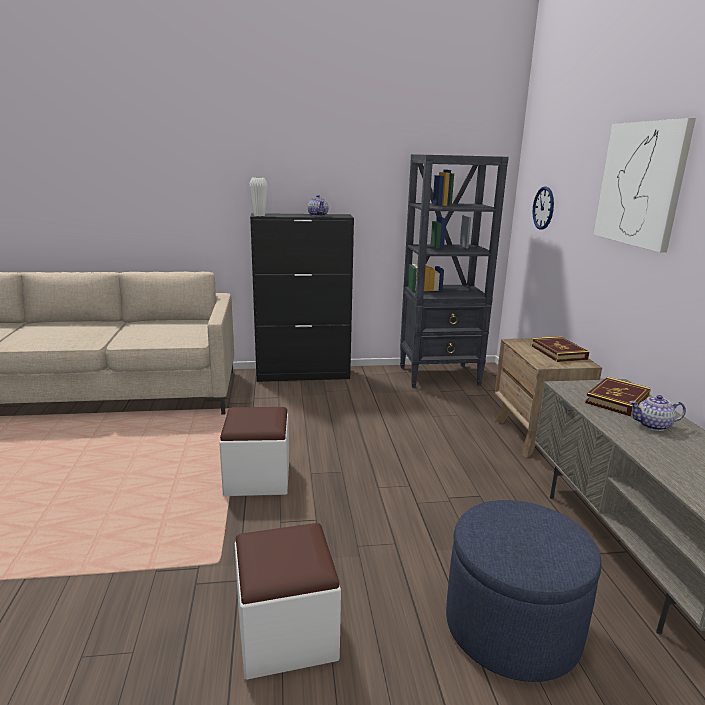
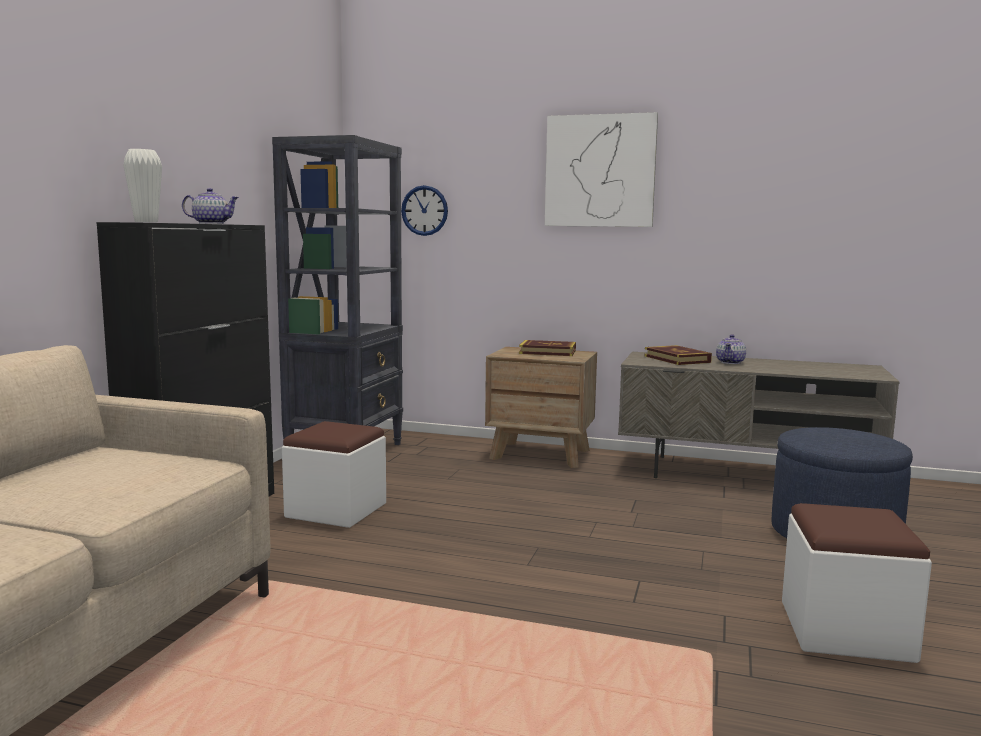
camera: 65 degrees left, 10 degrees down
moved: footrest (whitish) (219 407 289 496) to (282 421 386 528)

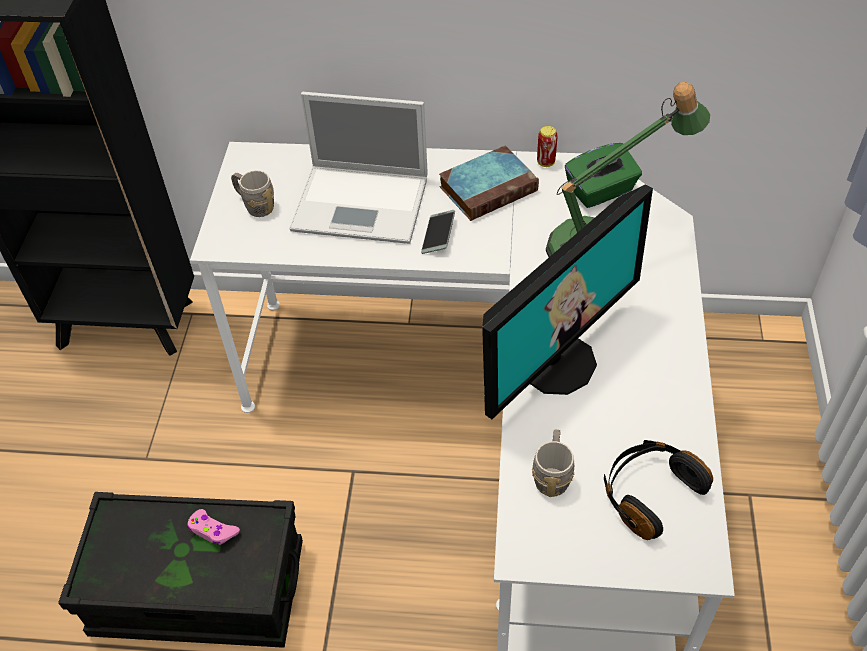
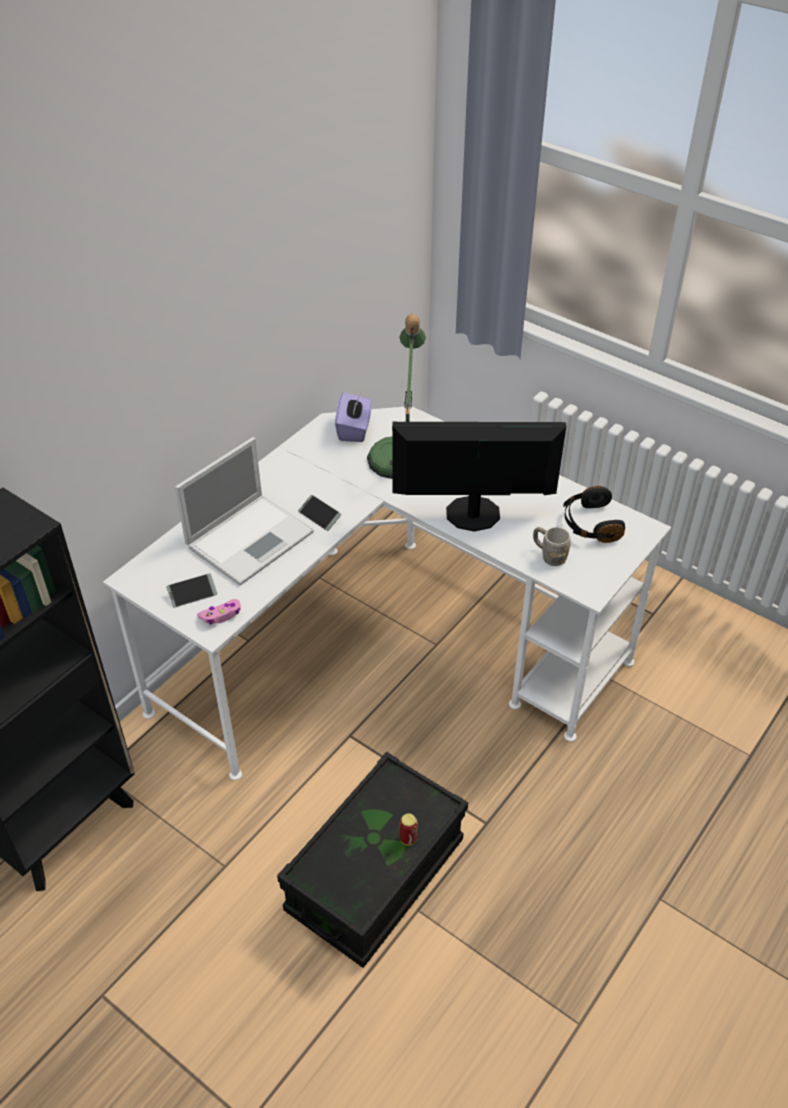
camera: 60 degrees left, 5 degrees down
removed: bound book (439 146 539 221)
moved: can (537 126 558 167) to (400 813 418 846); game controller (pink) (187 509 240 545) to (197 599 241 624)
replaced: tea mug (grey) (231 170 274 217) to telephone (166 573 217 607)
recoloured: tissue holder (green) (565 143 642 208) to tissue holder (purple-coloured) (335 392 372 442)
turned: computer display (482 184 653 419) = (392 422 566 532) 75 degrees counterclockwise

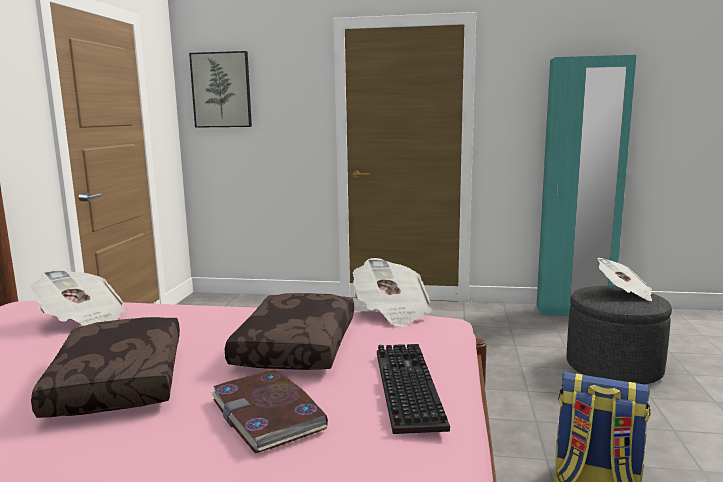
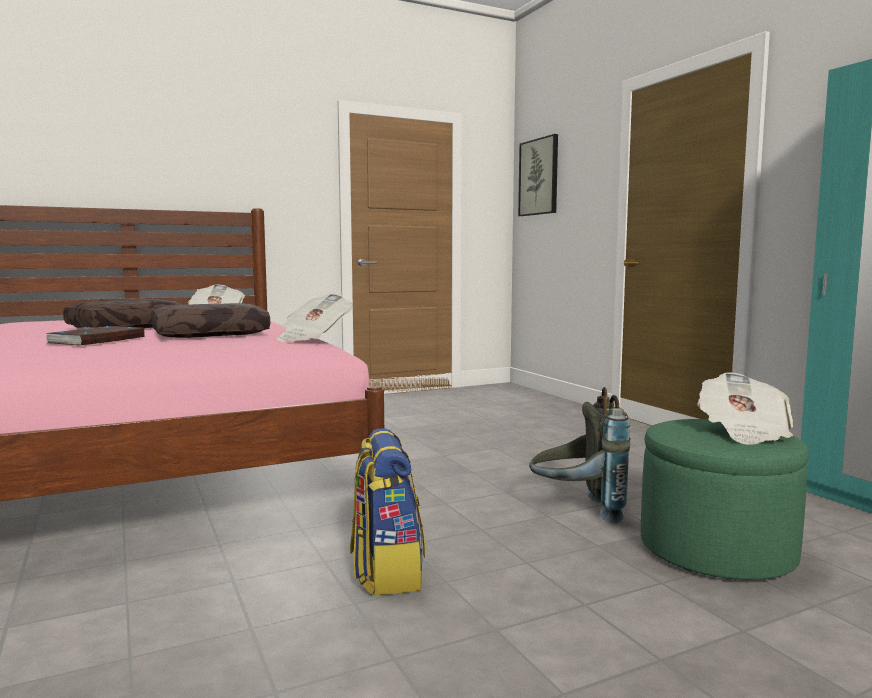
camera: 55 degrees right, 5 degrees down
removed: PC keyboard (377 344 450 434)
added: backpack (grey) (529 387 630 523)
recoloured: footrest (grey) (567 286 672 384) to footrest (green) (641 419 809 580)

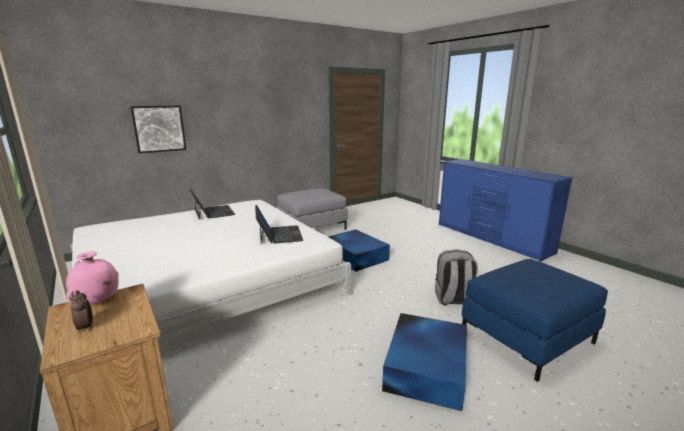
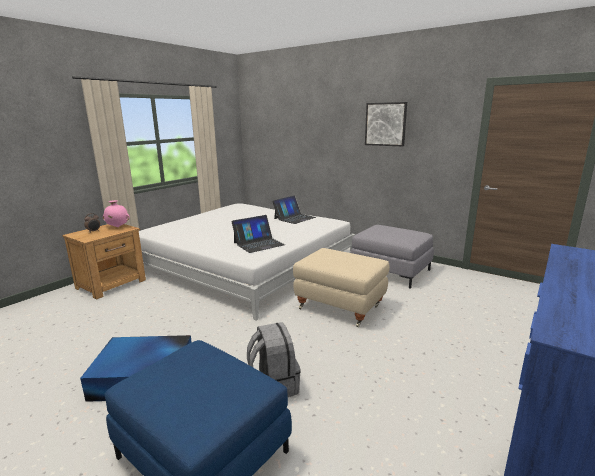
camera: 70 degrees right, 0 degrees up
moved: picture (130 106 186 153) to (365 102 407 147)
replaced: storage box (blue-coloured) (328 229 390 272) to footrest (beige) (293 248 389 327)

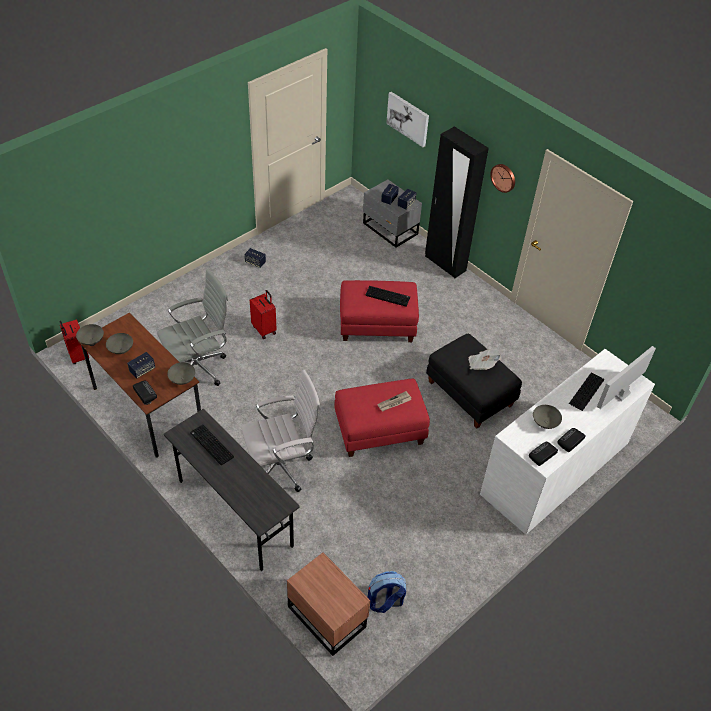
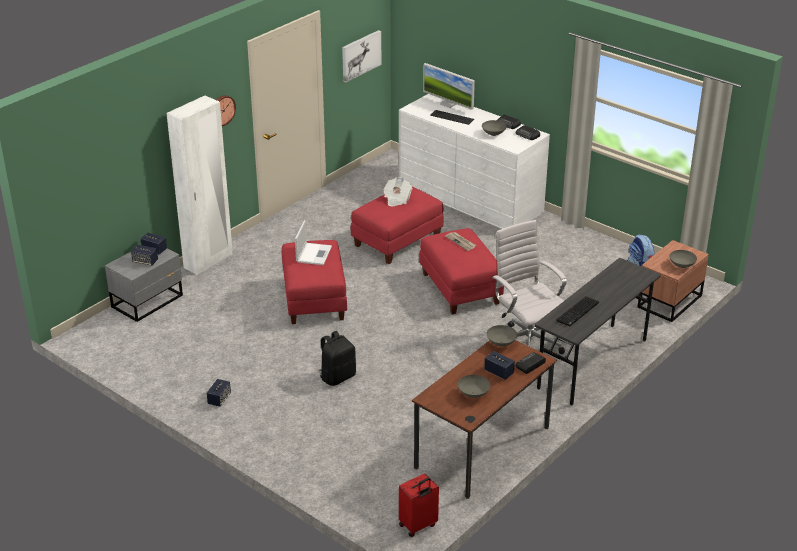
camera: 95 degrees left, 15 degrees down
removed: desk chair (grey) (157 269 228 386)
moved: picture (386 92 429 147) to (342 30 381 82); serving bowl (grey) (76 324 104 345) to (669 250 697 268)
replaced: PC keyboard (365 286 410 307) to portable computer (295 220 332 265); suitcase (red) (250 290 277 339) to backpack (blackish) (319 331 356 386)
recoloured: clothes cupboard (blackish) (425 126 489 278) to clothes cupboard (whitish) (166 96 232 275); footrest (blackish) (426 334 522 428) to footrest (red) (351 187 444 264)

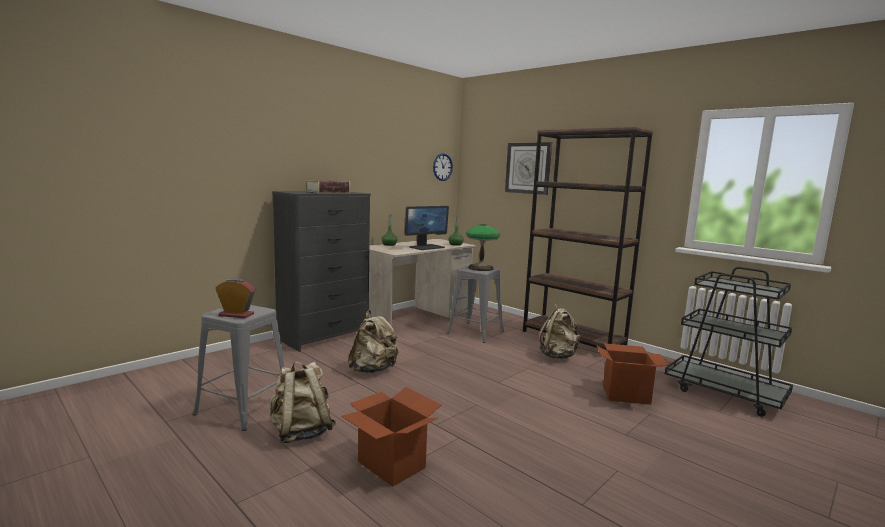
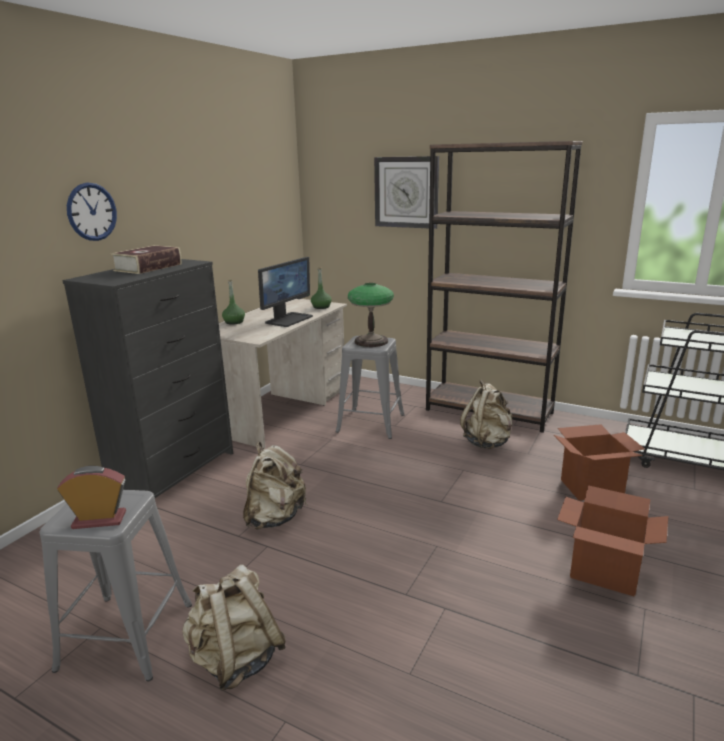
camera: 15 degrees left, 10 degrees up
moved: hanging clock (433 153 453 181) to (67 183 117 241); packing box (341 387 442 487) to (557 485 668 596)

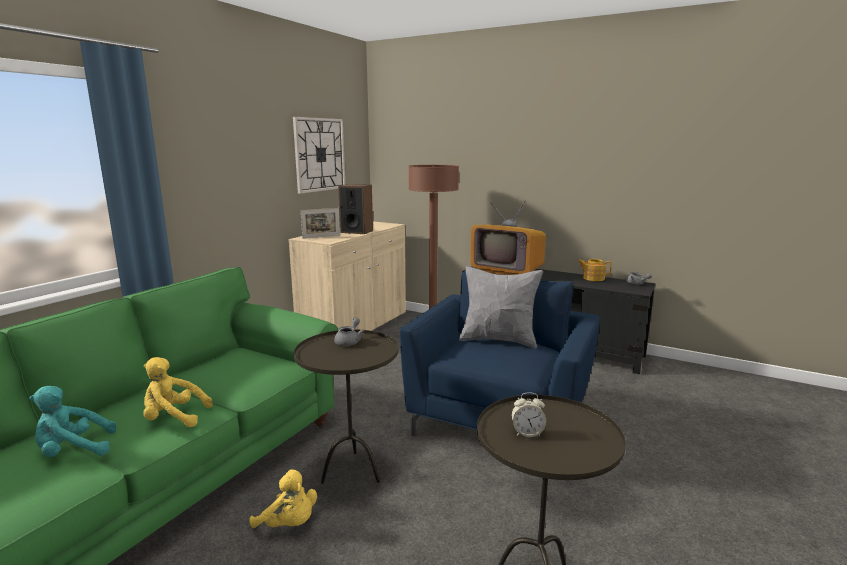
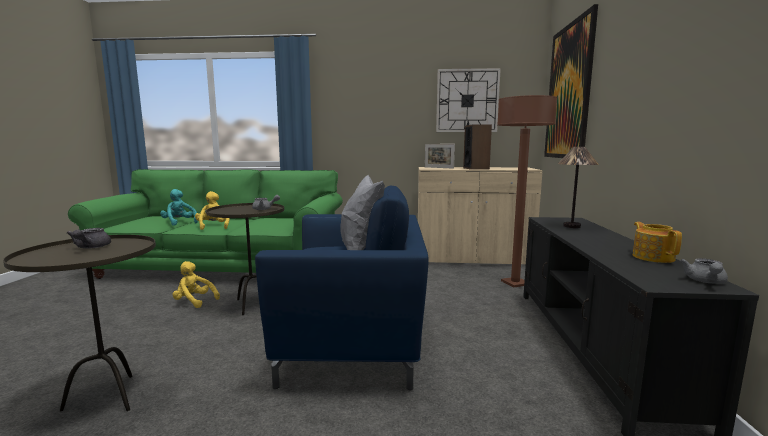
camera: 65 degrees right, 5 degrees down
added: picture (544 4 598 158)
replaced: TV (470 200 546 275) to tabletop lamp (558 147 599 228); bedside clock (512 392 546 437) to teapot (grey) (67 228 111 249)
turned: soft toy (yellow-coloured) (249 469 317 528) = (172 261 220 308) 105 degrees clockwise

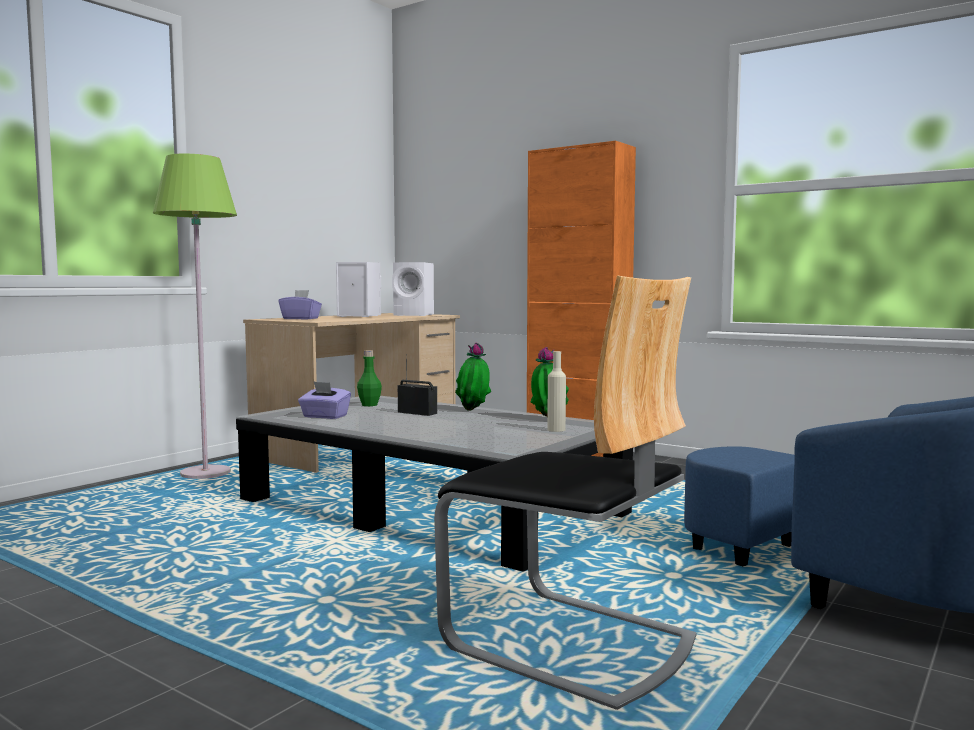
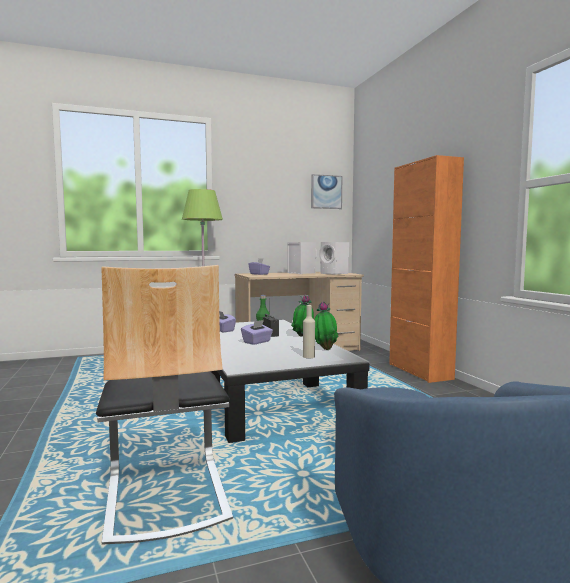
camera: 35 degrees right, 0 degrees up
added: picture (311 174 342 209); tissue holder (purple-coloured) (241 320 273 345)

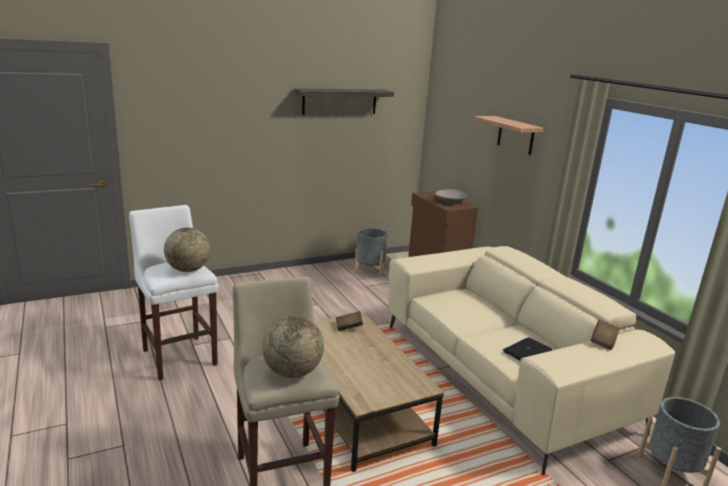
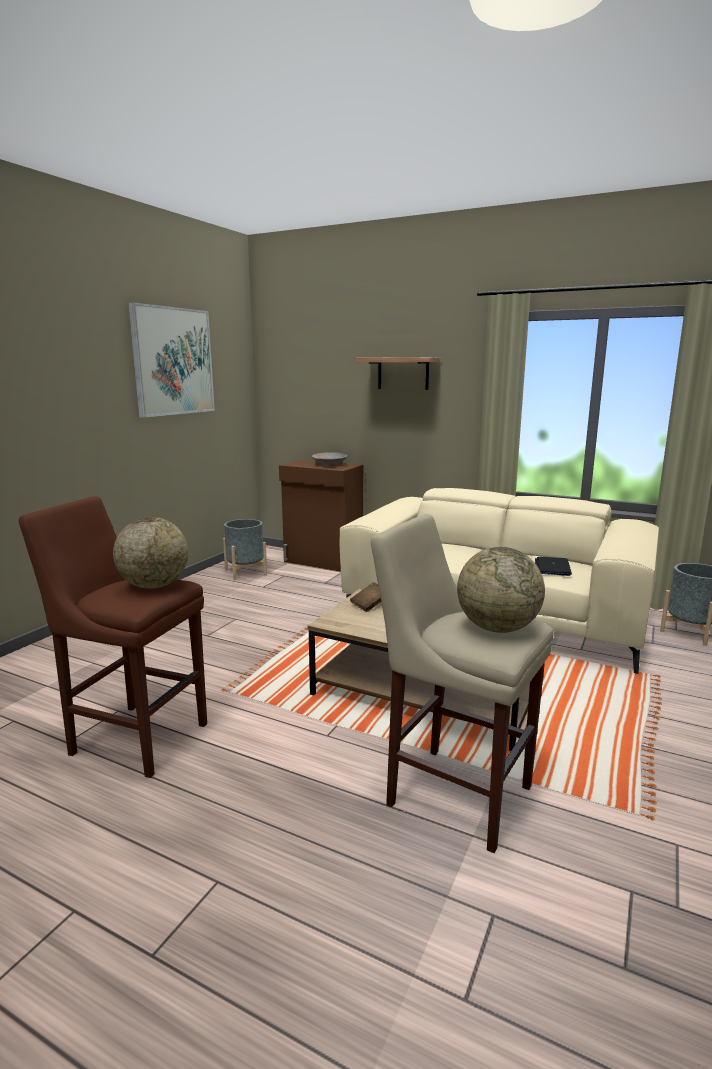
camera: 35 degrees left, 5 degrees down
removed: bound book (brown-coloured) (591 320 620 350)
replaced: wall shelf (294 89 394 115) to picture (128 302 215 418)
recoloured: stool seat (whitish) (129 205 218 381) to stool seat (brown-coloured) (19 496 207 778)

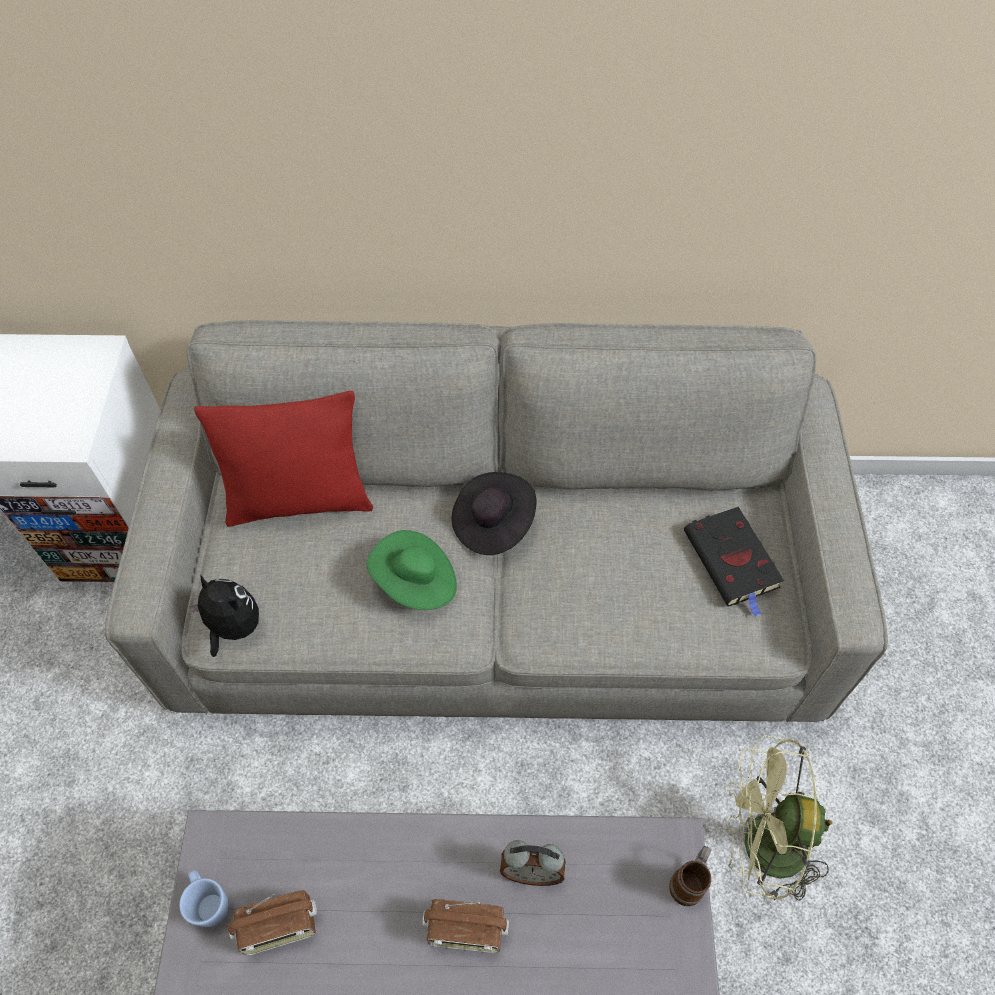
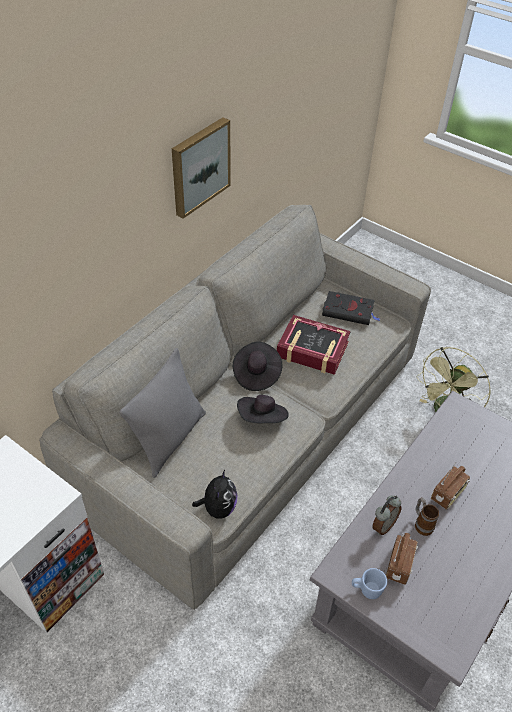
camera: 55 degrees left, 10 degrees down
added: picture (172 117 231 219); bound book (277 315 351 375)
moved: bedside clock (500 840 566 886) to (372 495 401 535); tea mug (669 846 711 906) to (415 498 439 536)
recoloured: cushion (red) (194 391 373 527) to cushion (grey) (119 348 206 478); hat (green) (367 530 457 610) to hat (blackish) (237 395 289 423)
turned: soft toy (190 574 259 657) = (192 470 237 518) 120 degrees clockwise

